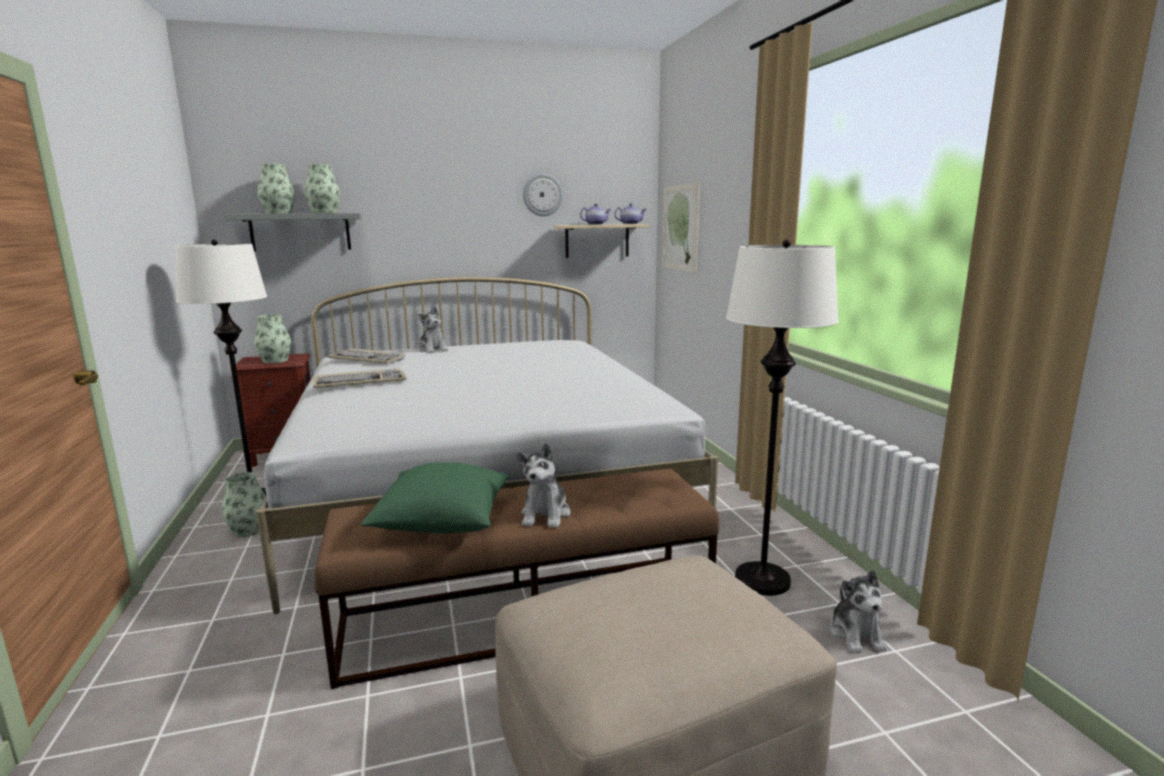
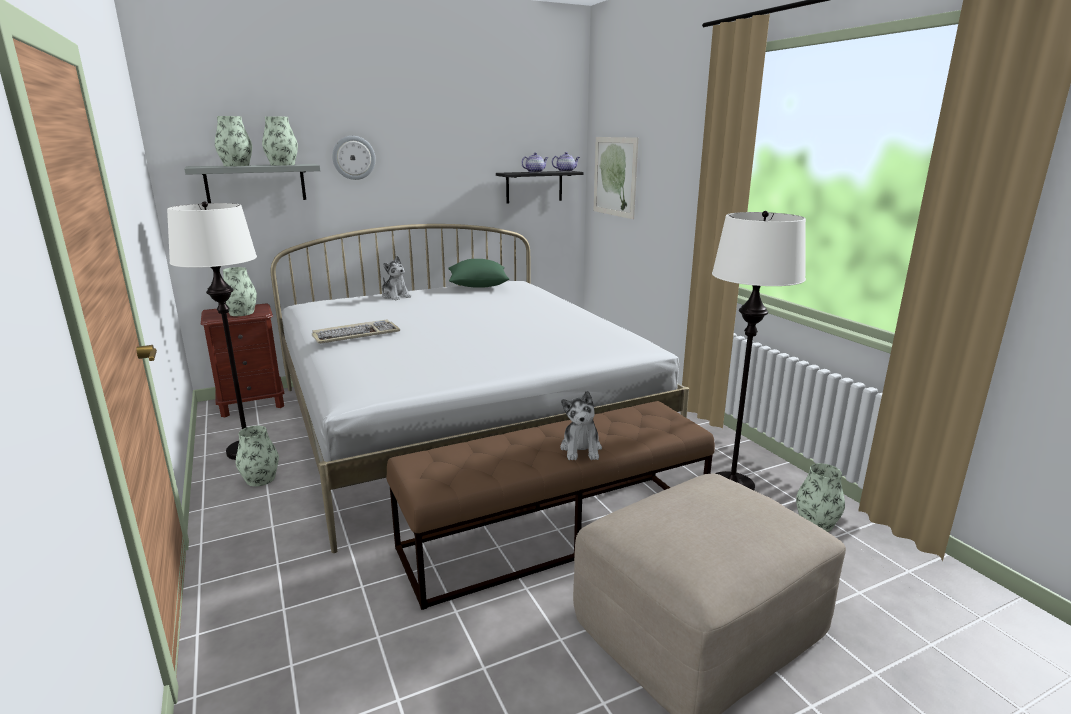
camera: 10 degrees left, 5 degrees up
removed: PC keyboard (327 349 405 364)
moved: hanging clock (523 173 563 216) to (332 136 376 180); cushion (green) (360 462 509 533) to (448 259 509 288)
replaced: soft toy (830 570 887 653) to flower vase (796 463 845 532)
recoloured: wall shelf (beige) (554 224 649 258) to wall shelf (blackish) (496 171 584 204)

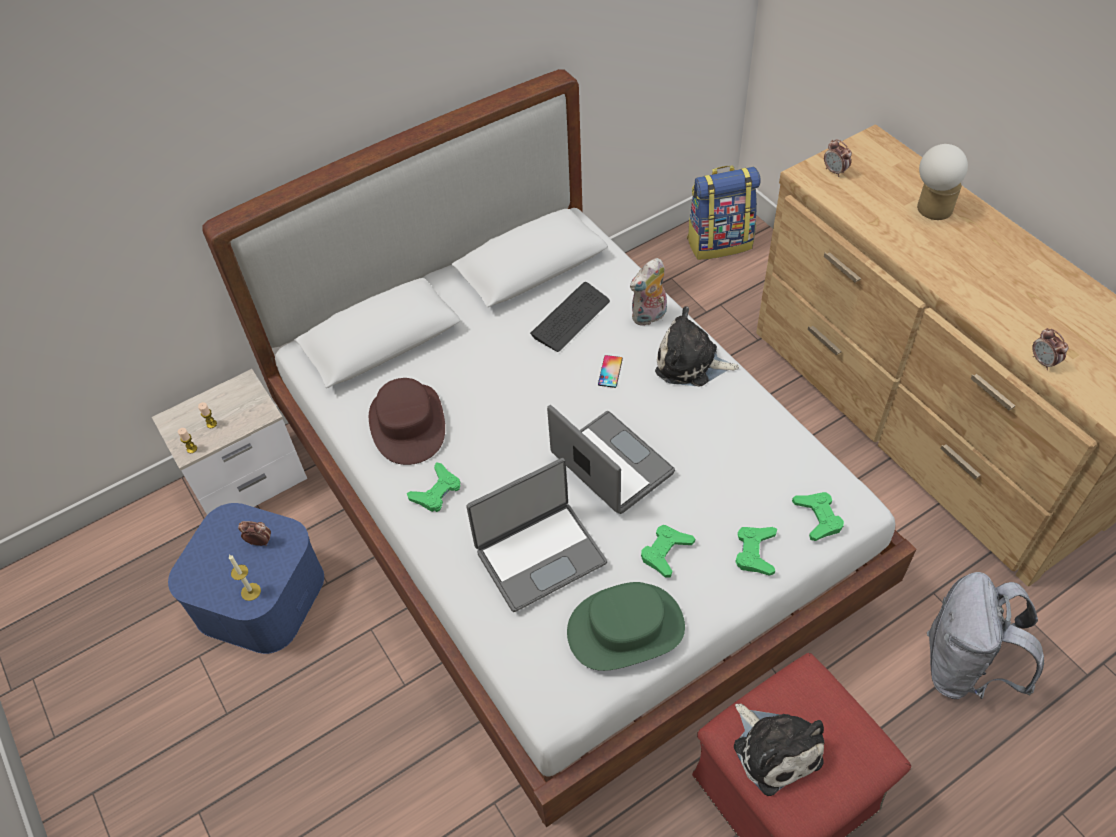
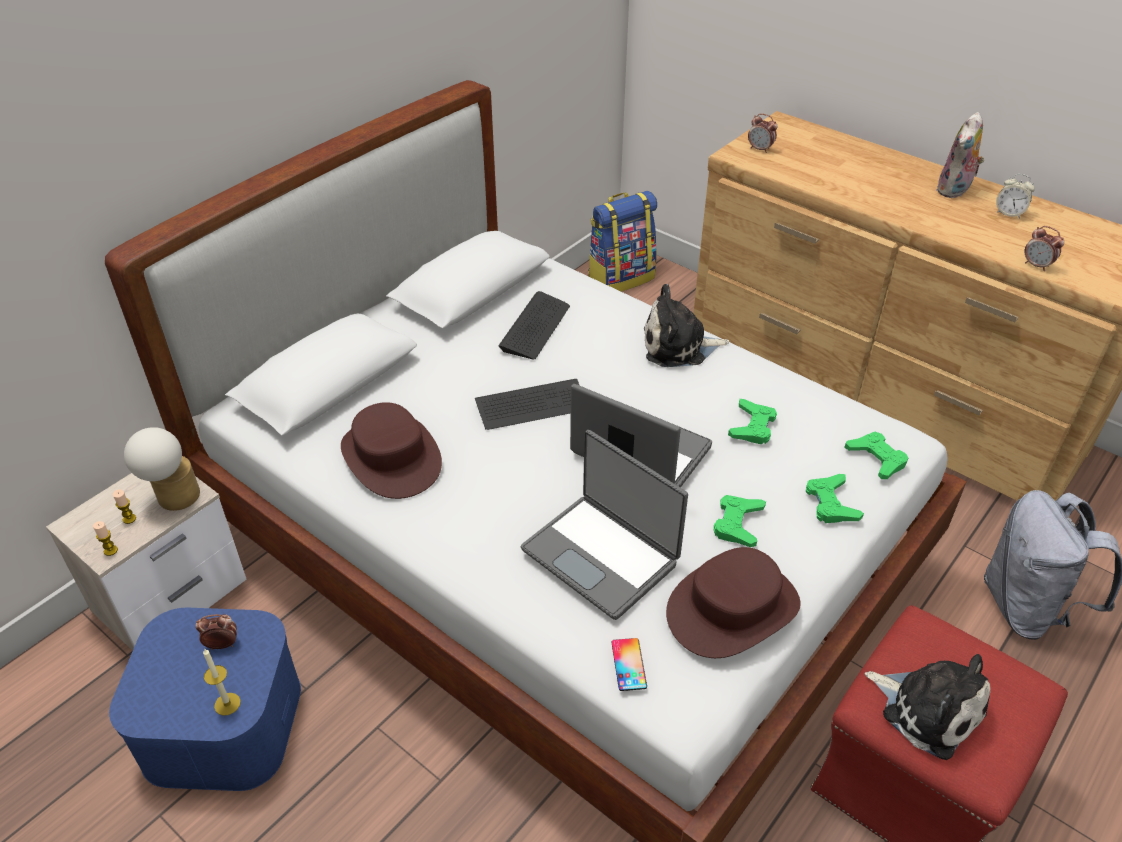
camera: 20 degrees left, 10 degrees down
added: bedside clock (996 174 1035 219); PC keyboard (475 379 580 430)
moved: tabletop lamp (917 144 968 220) to (124 427 200 511); soft toy (630 258 667 326) to (936 112 984 198); telephone (598 355 623 388) to (611 638 647 691); game controller (green) (407 462 461 512) to (728 399 777 445)
recoloured: hat (green) (567 582 685 671) to hat (brown-coloured) (666 547 801 658)
turned: portable computer (466 458 607 612) = (521 430 688 620) 90 degrees clockwise

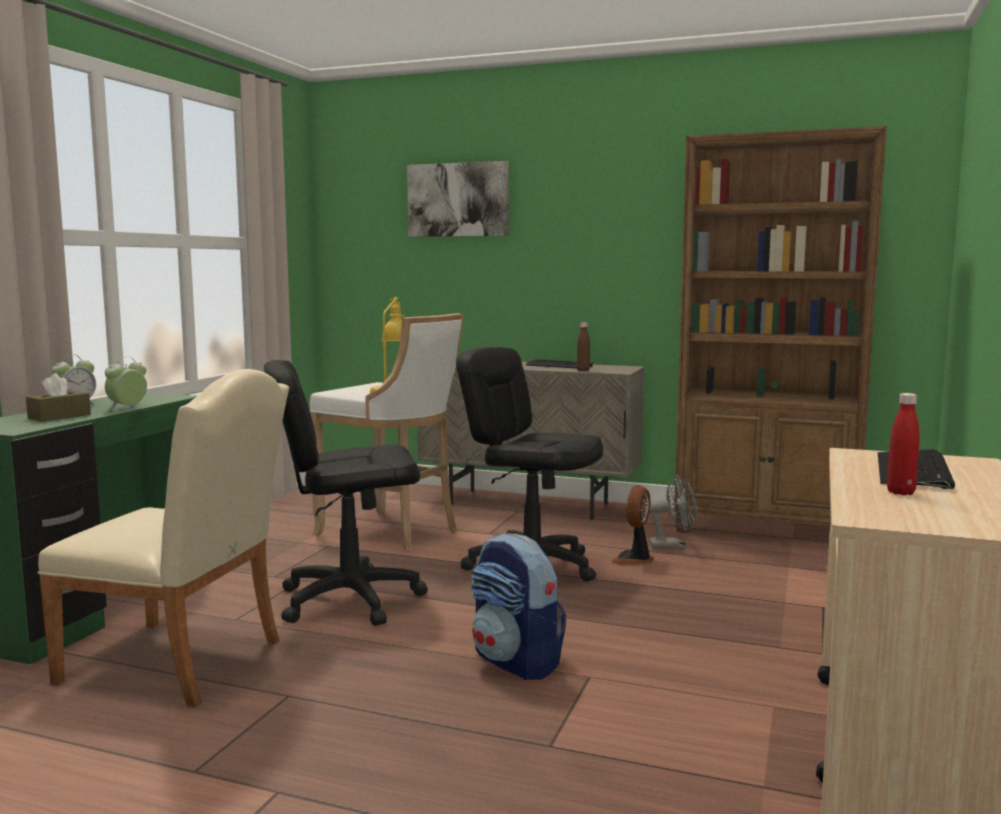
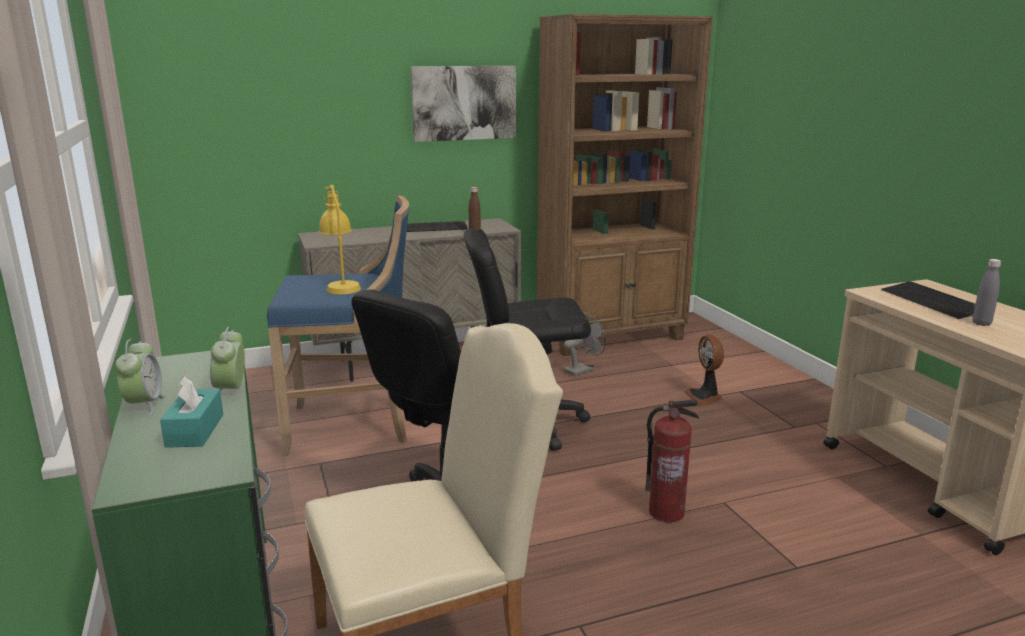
camera: 40 degrees left, 10 degrees up
moved: picture (407 161 509 237) to (410 66 516 142); fan (612 485 654 565) to (684 334 724 405)
replaced: backpack (471 533 566 680) to fire-fighting cylinder (645 400 699 522)
recoloured: stool seat (whitish) (310 313 464 551) to stool seat (blue-coloured) (267 195 409 456); tissue holder (brown-coloured) (26 373 91 422) to tissue holder (turquoise) (160 376 223 448); beverage bottle (red) (887 393 920 495) to beverage bottle (grey) (972 259 1001 326)

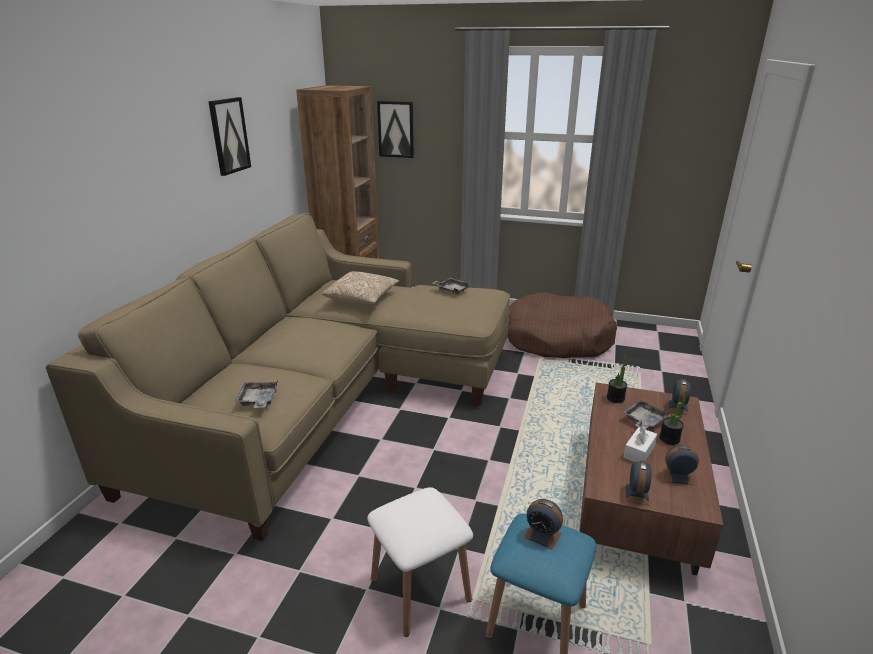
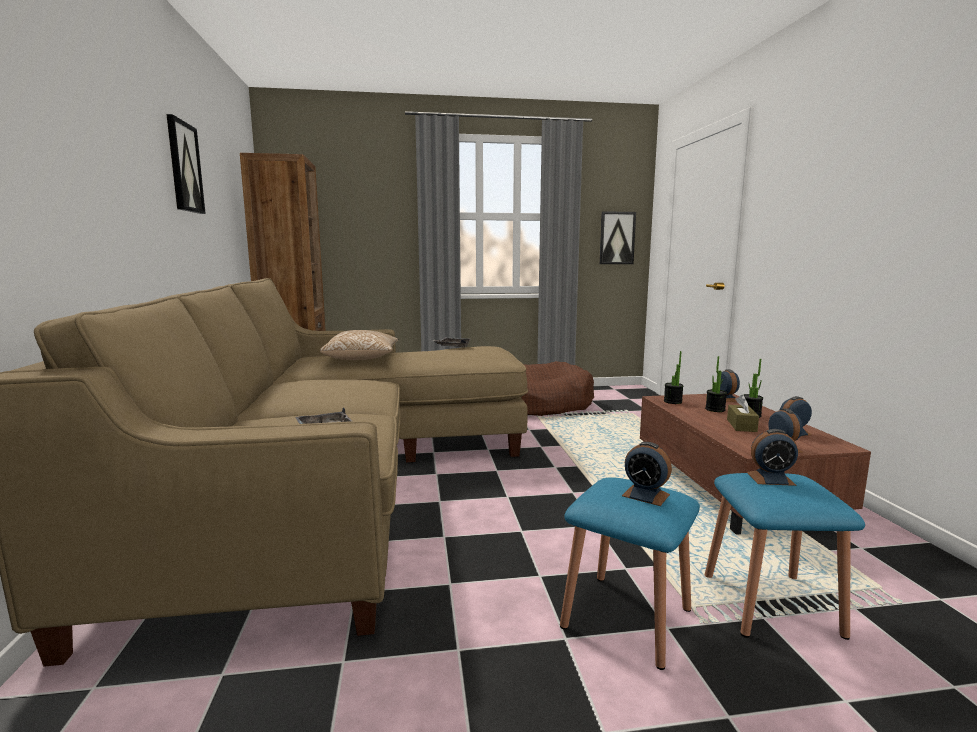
camera: 25 degrees left, 15 degrees down
added: bedside clock (622 442 672 506)
moved: picture (377 101 414 158) to (599 211 636 264)
replaced: tray (grey) (623 400 670 429) to plant in a pot (705 356 727 412)
recoloured: tissue holder (whitish) (624 425 657 462) to tissue holder (brown-coloured) (727 395 759 432); stool seat (whitish) (367 487 473 637) to stool seat (blue-coloured) (560 477 700 670)

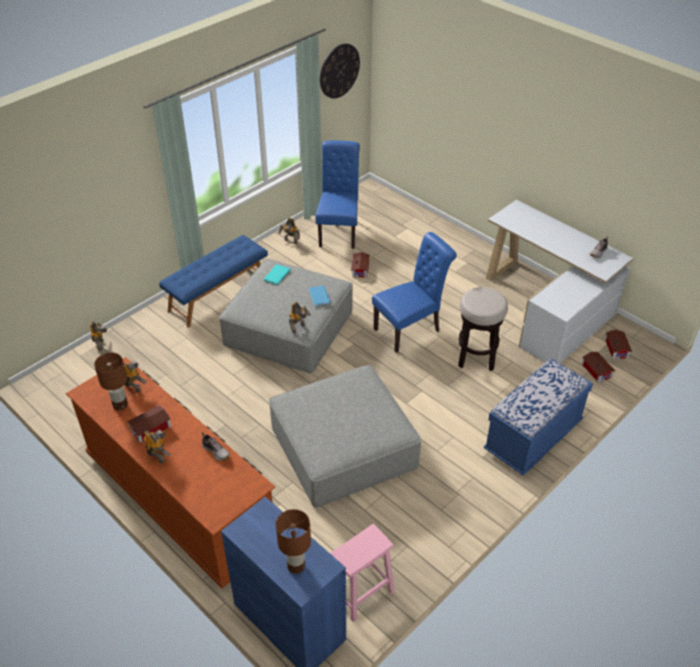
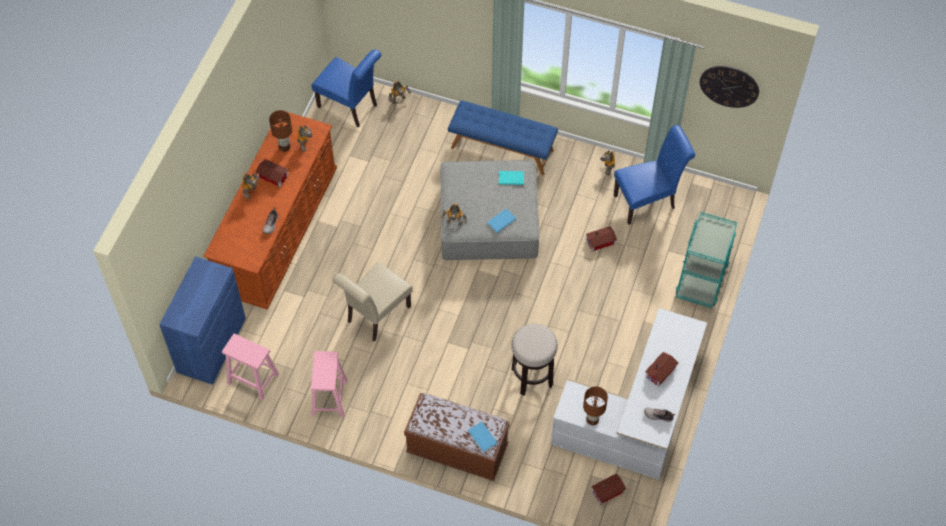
camera: 65 degrees right, 15 degrees up
added: wheeled cart (turquoise) (675 212 738 308); stool seat (pink) (311 351 347 417); bound book (blue-coloured) (468 422 497 452)
moved: upright chair (blue-coloured) (372 232 457 353) to (312 49 381 127); toy house (582 352 615 383) to (645 352 678 387); tabletop lamp (brown-coloured) (276 509 311 574) to (583 386 608 425)
replaced: footrest (grey) (269 365 422 508) to upright chair (beige) (332 262 413 341)
recoloured: indoor bench (blue-coloured) (484 359 593 476) to indoor bench (brown-coloured) (404 393 510 481)

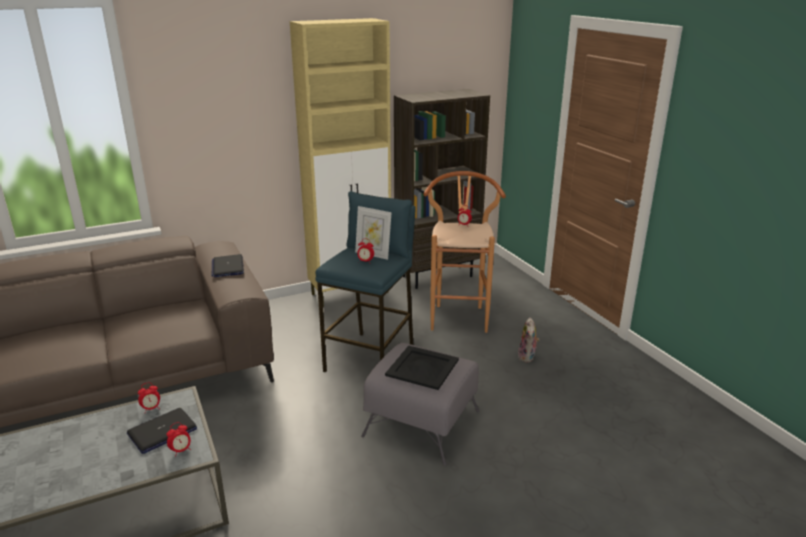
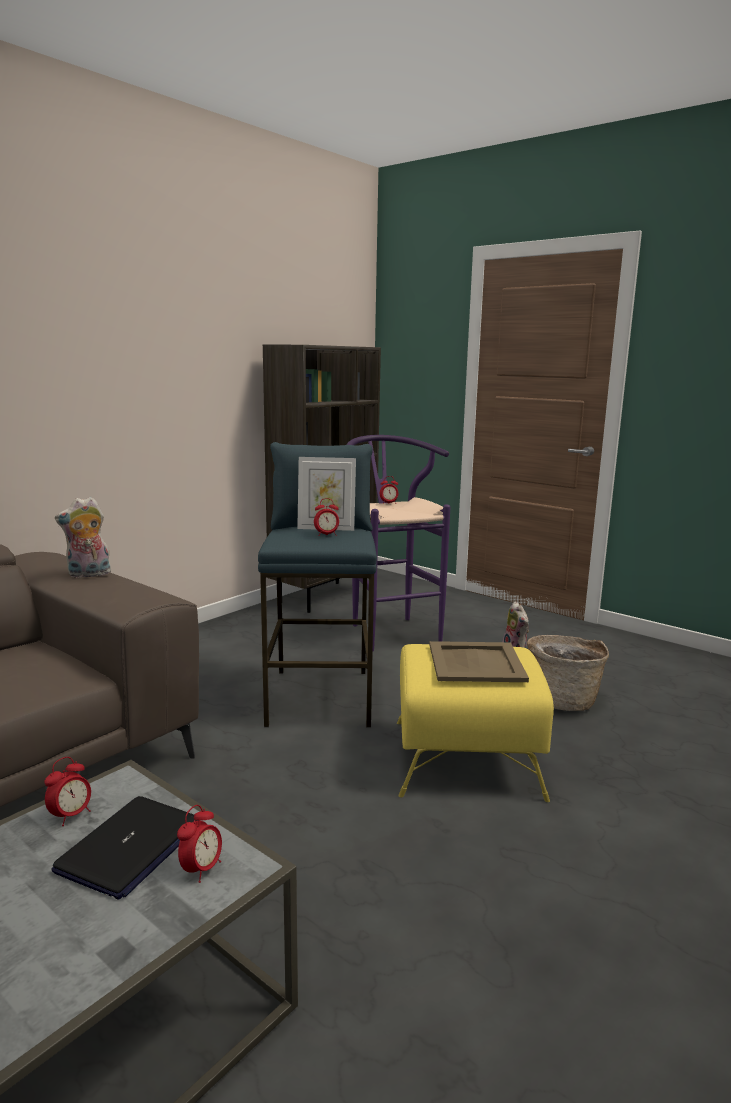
camera: 25 degrees left, 10 degrees down
removed: cabinet (beige) (290 18 391 307)
added: basket (527 635 609 711)
replaced: portable computer (212 254 244 277) to soft toy (55 497 111 578)
recoloured: stool seat (brown-coloured) (423 171 506 333) to stool seat (purple-coloured) (346 435 450 651); footrest (grey) (361 343 479 466) to footrest (yellow-coloured) (397 644 554 802); tray (blackish) (385 345 459 390) to tray (beige) (429 641 529 682)

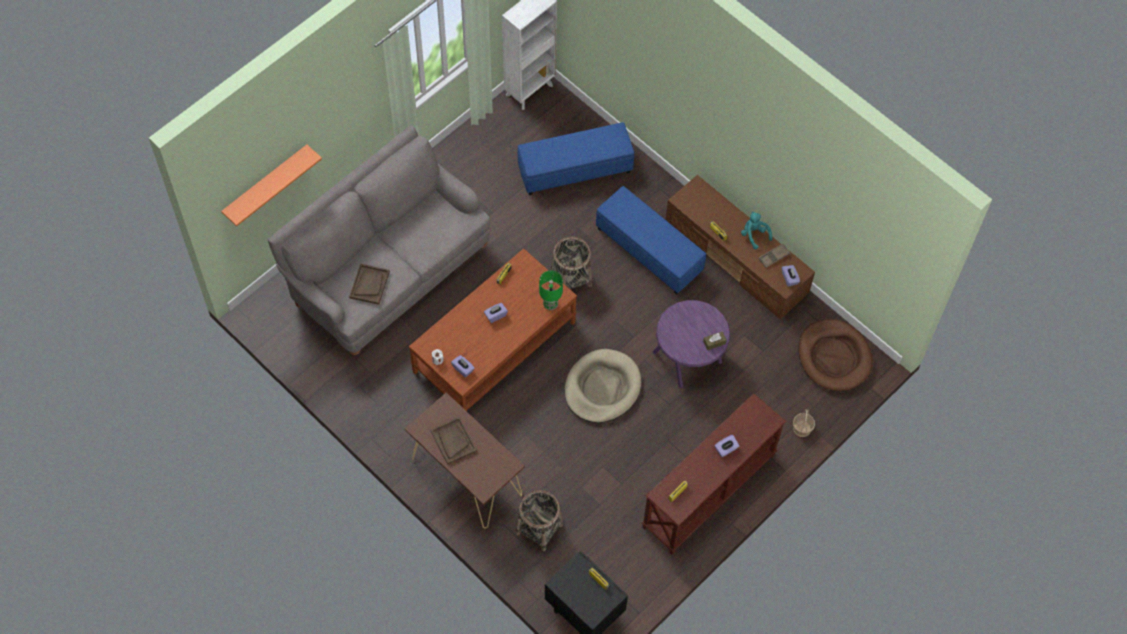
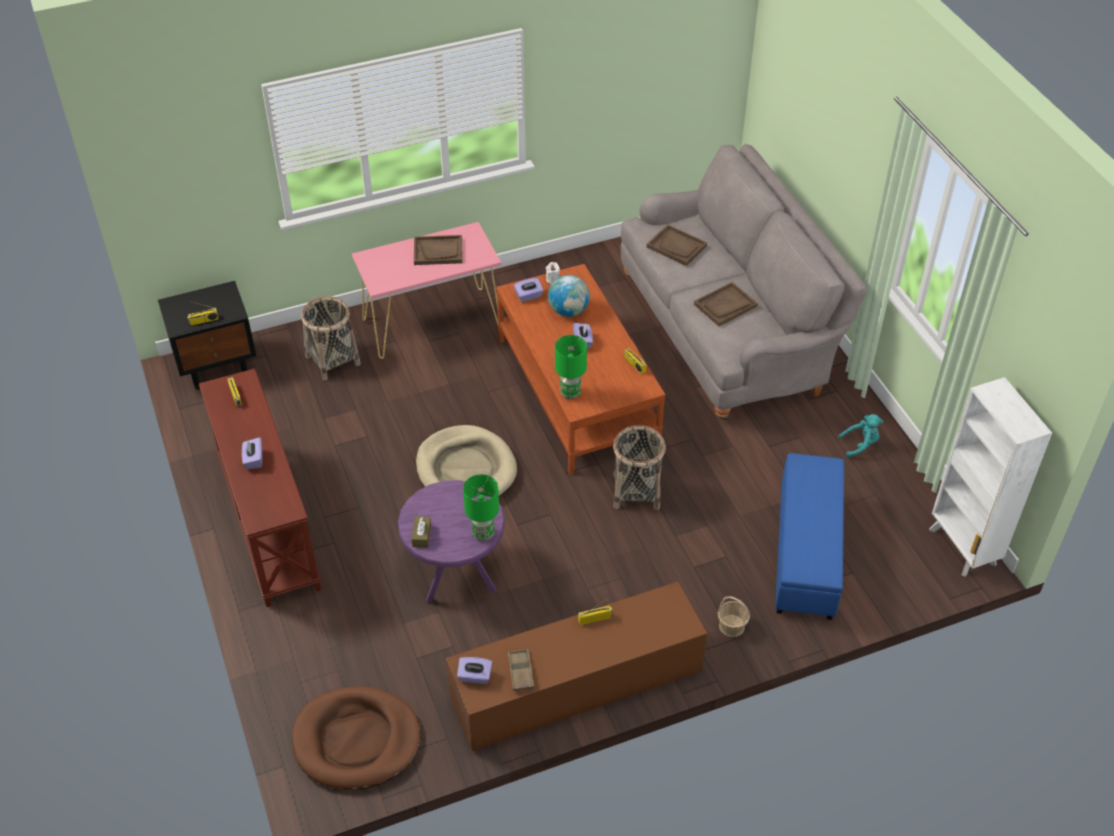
camera: 115 degrees right, 15 degrees down
removed: wall shelf (orange) (221 145 322 226); footrest (blue-coloured) (596 186 706 295)
added: globe (548 275 590 317); tray (brown-coloured) (694 282 758 326); tabletop lamp (green) (463 474 499 541)
moved: soft toy (turquoise) (741 211 772 250) to (838 414 883 458); basket (793 409 815 437) to (718 596 750 637)
recoloured: console table (brown-coloured) (405 393 525 529) to console table (pink) (352 222 501 359)

